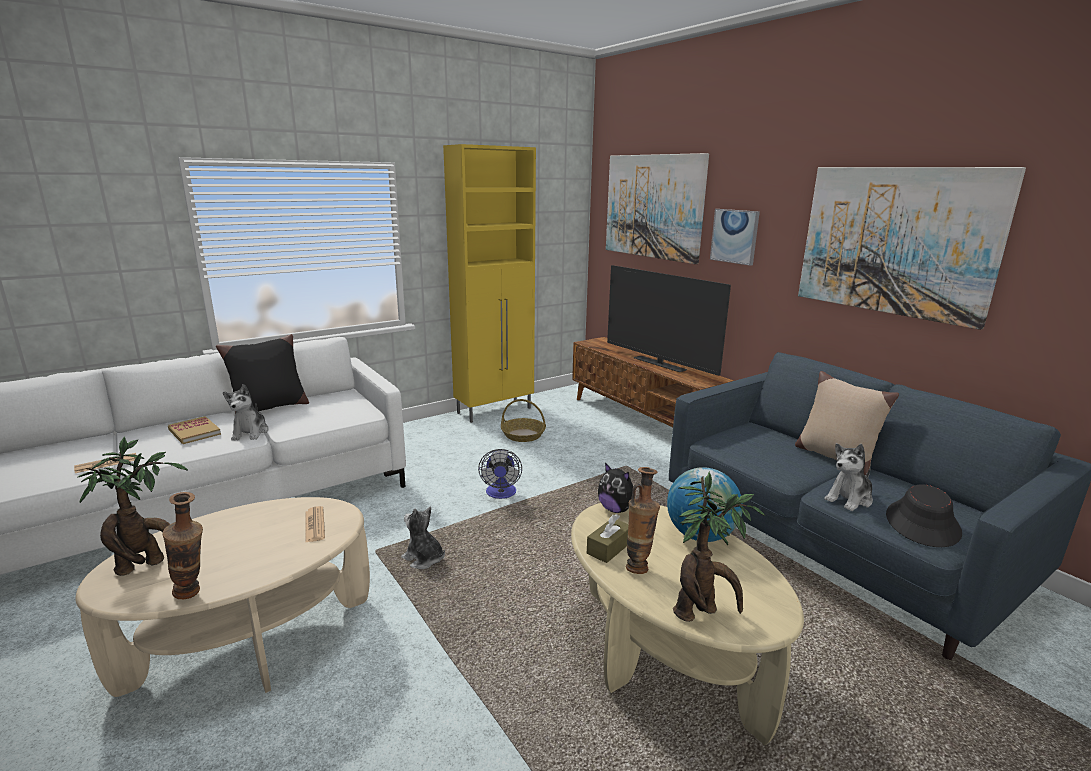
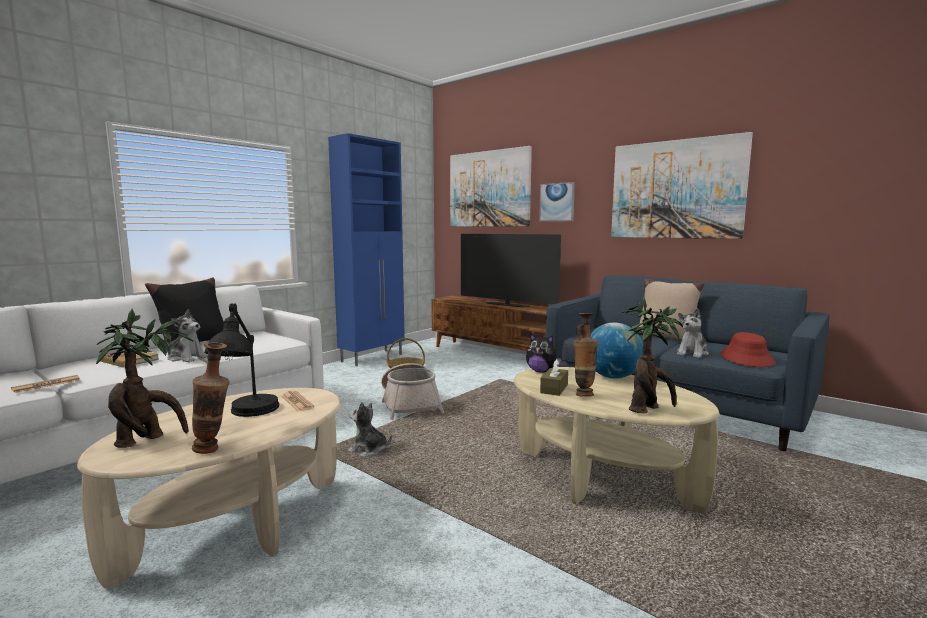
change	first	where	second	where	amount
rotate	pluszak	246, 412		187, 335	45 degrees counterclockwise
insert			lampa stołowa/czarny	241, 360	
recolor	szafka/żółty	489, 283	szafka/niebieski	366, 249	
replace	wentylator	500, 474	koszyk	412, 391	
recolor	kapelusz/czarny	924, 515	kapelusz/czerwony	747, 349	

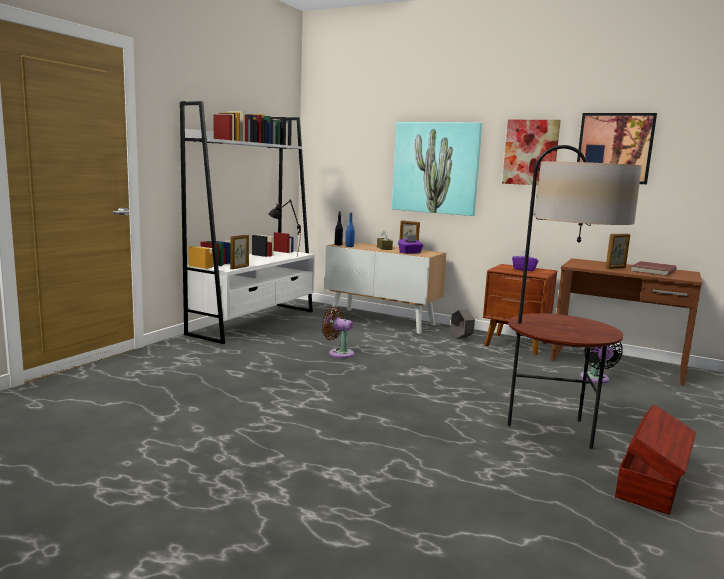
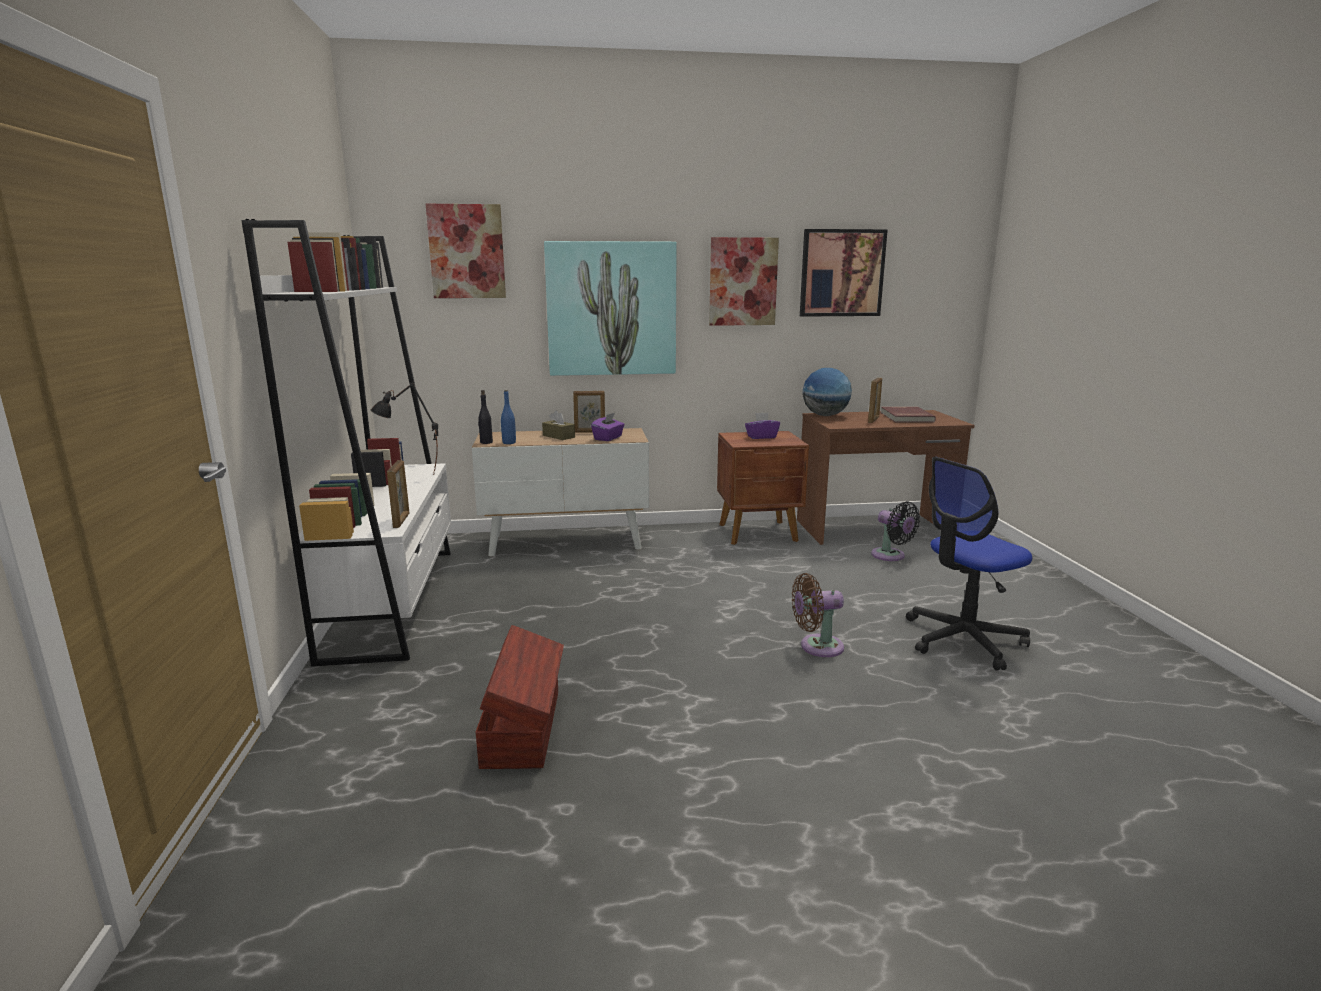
change	first	where	second	where	amount
insert			obraz	466, 251	
move	pojemnik do przechowywania/brązowy	655, 459		520, 697	
move	wentylator/brązowy	338, 332		818, 615	
insert			globus	827, 392	
replace	lampa stojąca	575, 297	krzesło biurowe	969, 564	
delete	donica/szary	462, 324			

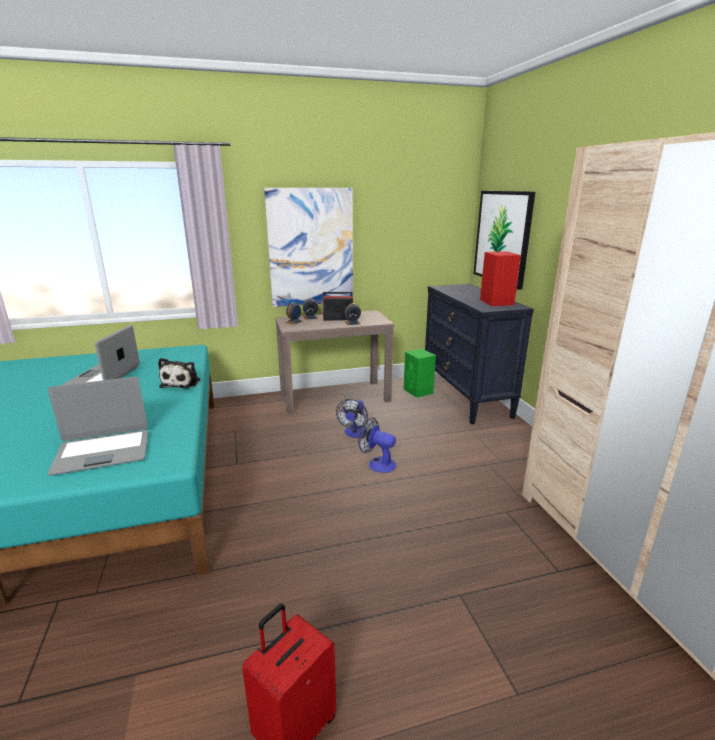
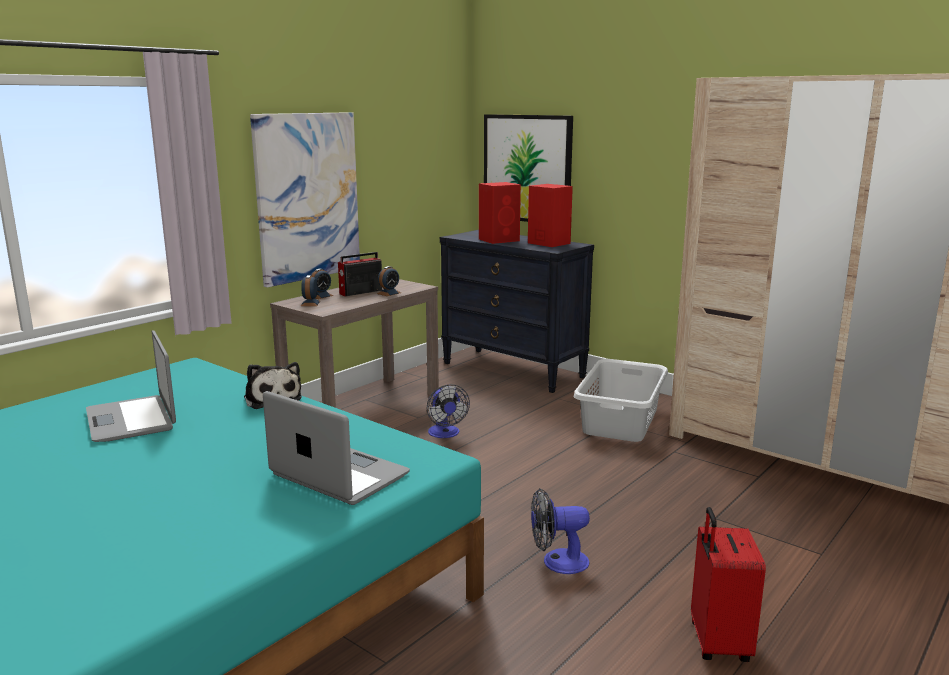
change	first	where	second	where	amount
rotate	laptop	98, 426		336, 448	90 degrees counterclockwise
insert			głośnik/czerwony	500, 213	
move	wentylator	377, 445		560, 531	
insert			kosz na pranie/szary	621, 400	
delete	głośnik/zielony	420, 373			

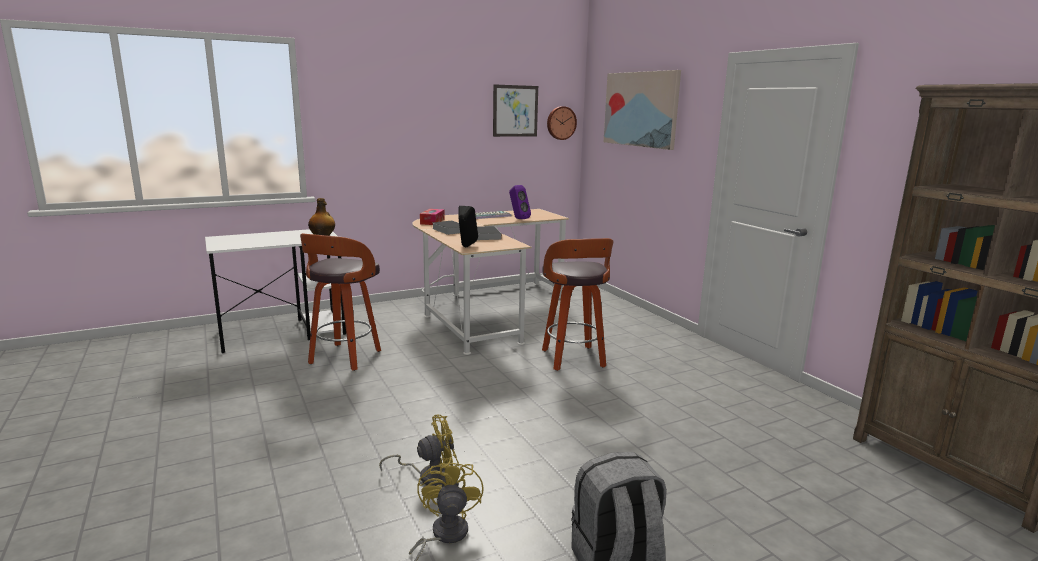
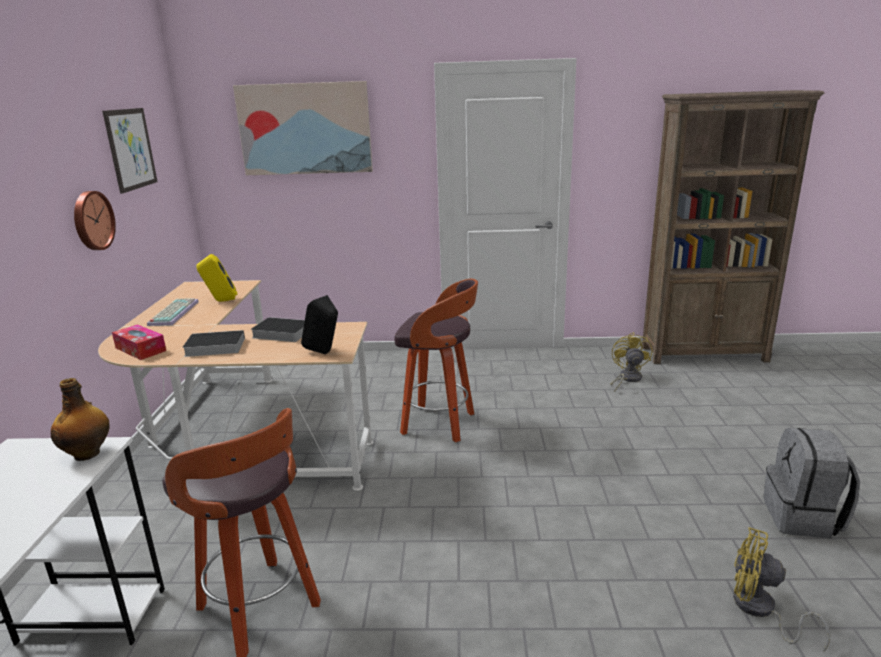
change	first	where	second	where	amount
move	zegar ścienny	562, 123		95, 220	
recolor	głośnik/fioletowy	520, 202	głośnik/żółty	217, 278	
move	wentylator/żółty	419, 450		631, 362	

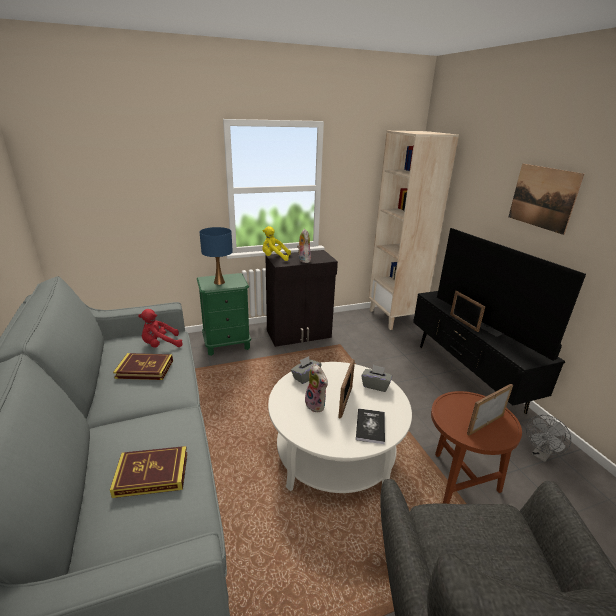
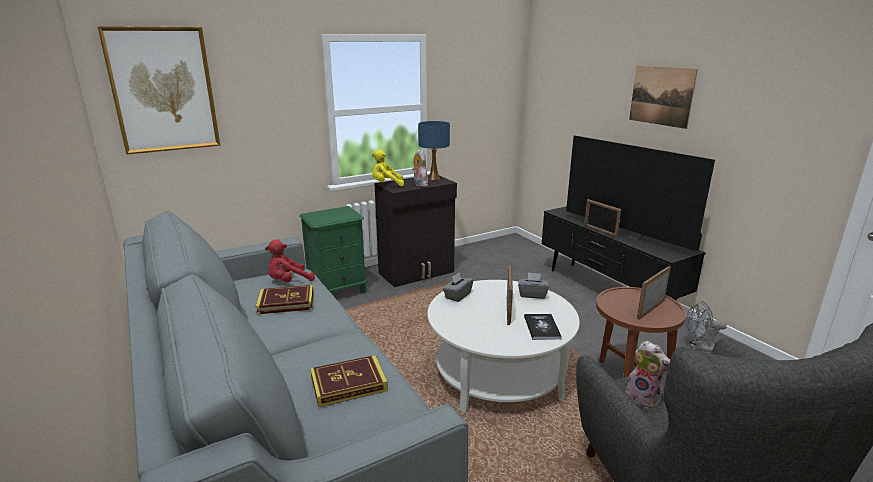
change	first	where	second	where	amount
insert			obraz	158, 90	
move	lampa stołowa/niebieski	216, 256		434, 150	
move	pluszak	316, 388		647, 375	
rotate	wentylator/szary	548, 438		706, 326	60 degrees clockwise
delete	regał/beżowy	413, 230			

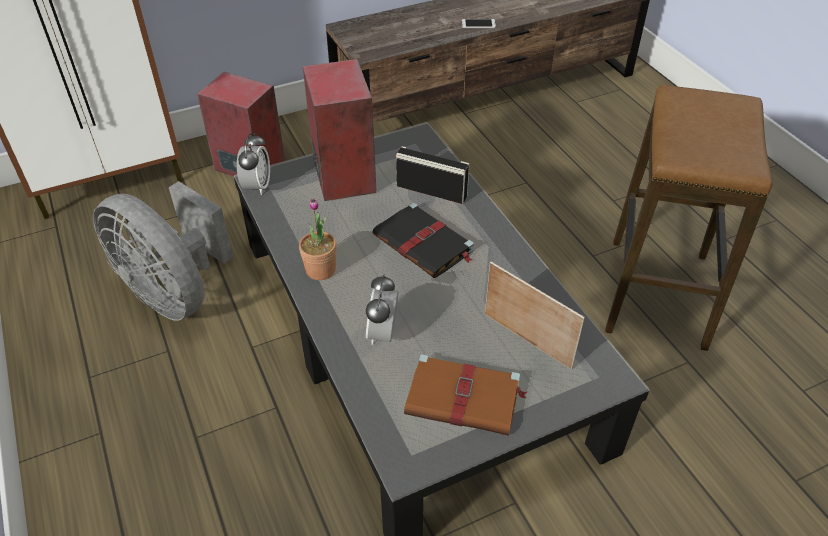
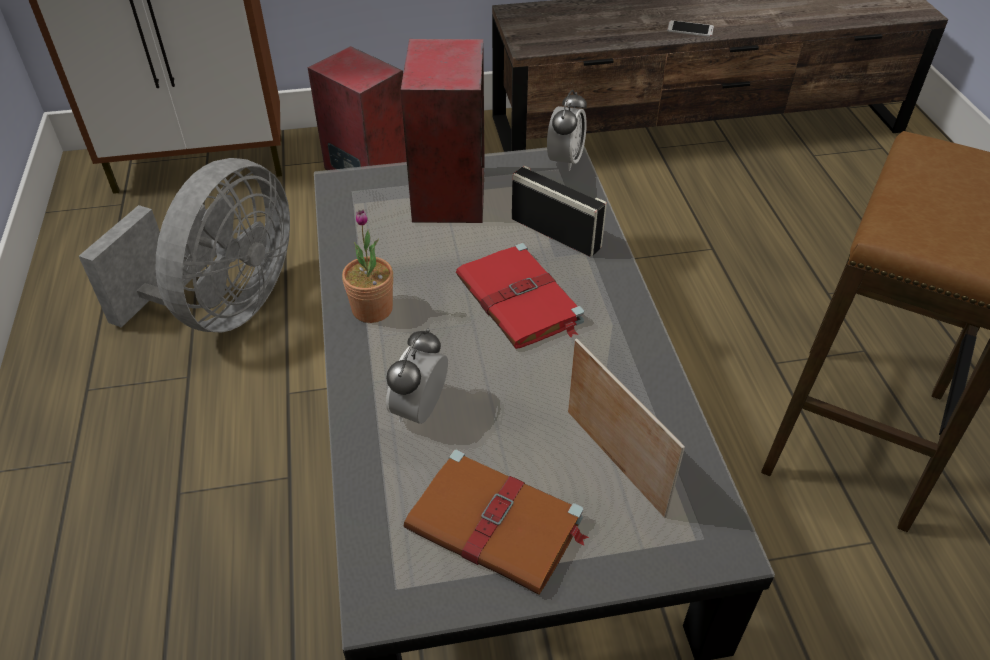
change	first	where	second	where	amount
rotate	wentylator/szary	163, 251		184, 245	120 degrees counterclockwise
recolor	książka/czarny	423, 240	książka/czerwony	520, 296	
move	budzik	253, 164		567, 130	

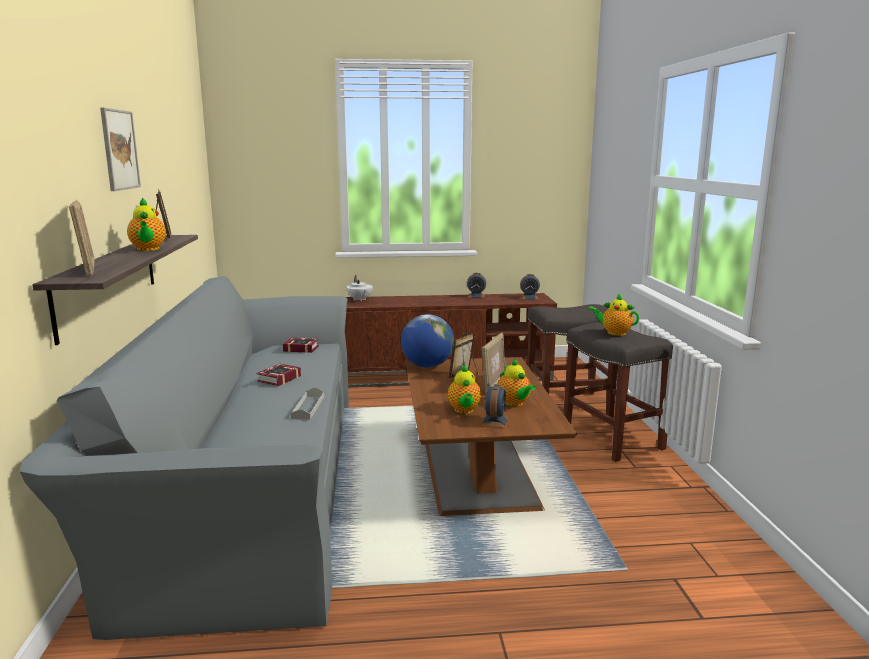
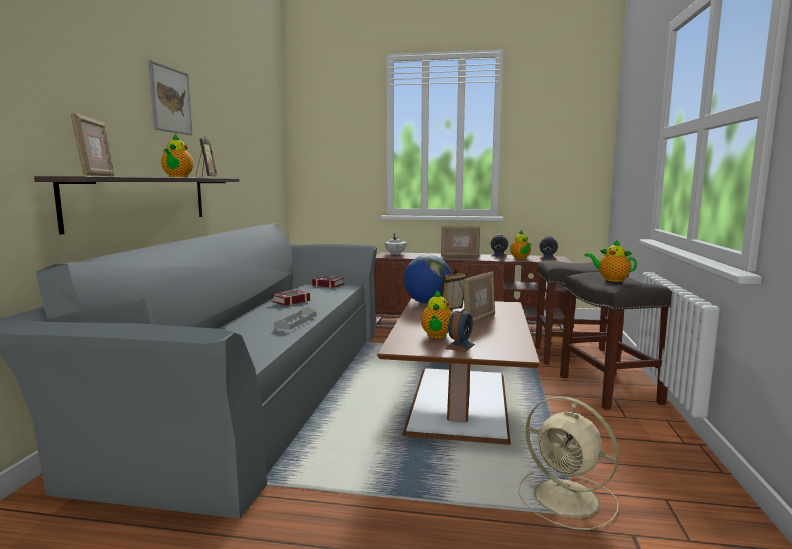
change	first	where	second	where	amount
insert			ramka na zdjęcie	460, 241	
move	imbryk	517, 382		521, 244	
insert			wentylator/beżowy	568, 463	

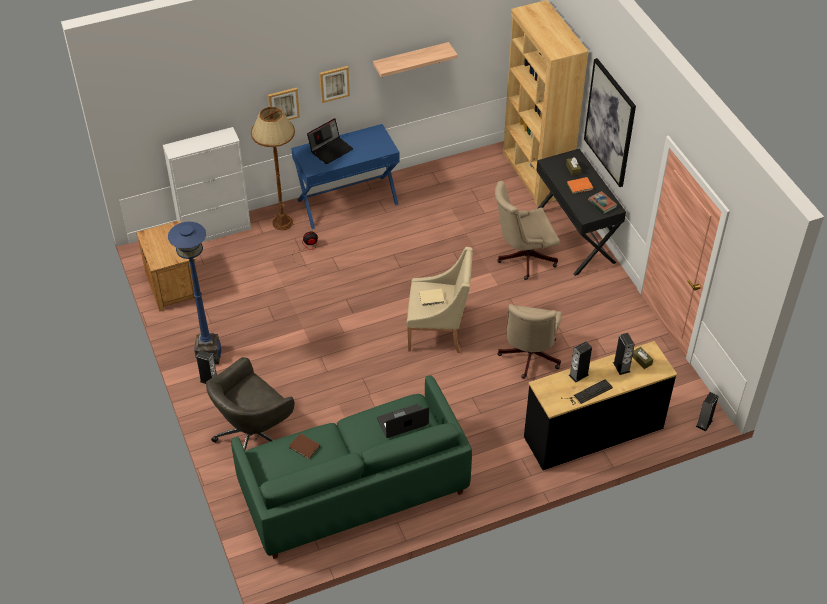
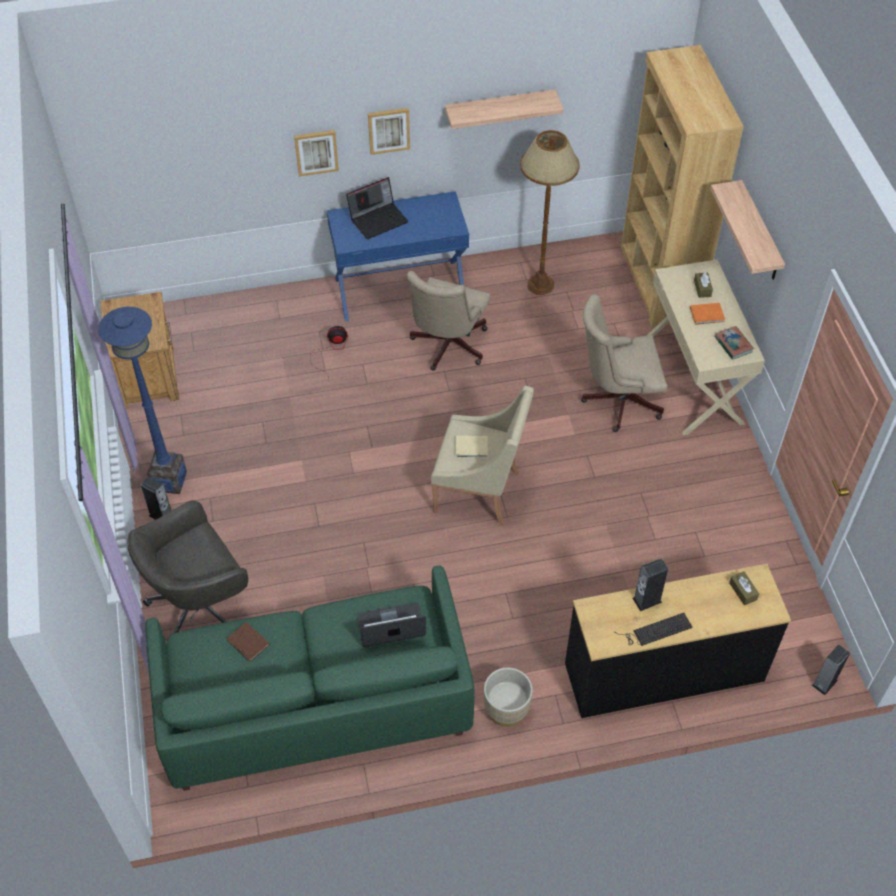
change	first	where	second	where	amount
move	krzesło biurowe/beżowy	529, 341		448, 321	
insert			donica/beżowy	508, 697	
move	lampa stojąca/brązowy	273, 168		550, 212	
recolor	biurko/czarny	581, 212	biurko/beżowy	706, 347	
replace	obraz	610, 122	półka	747, 230	
delete	szafka/biały	207, 185			
delete	głośnik	624, 354			

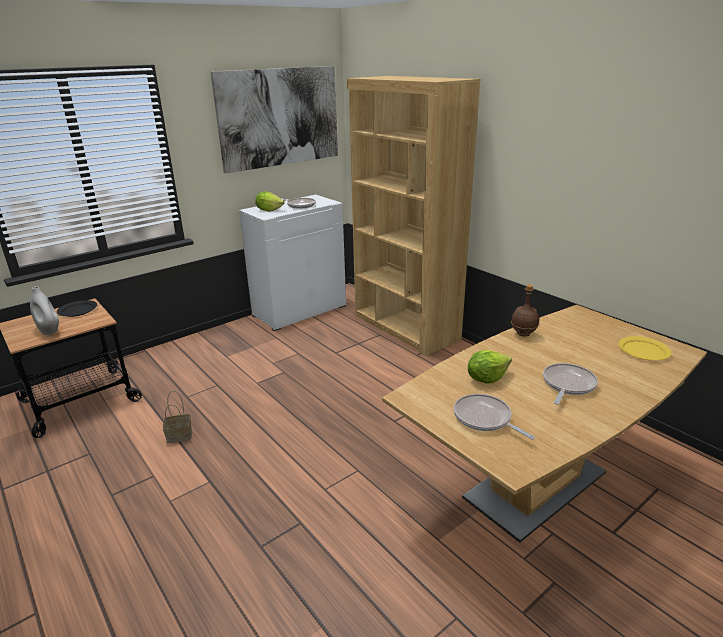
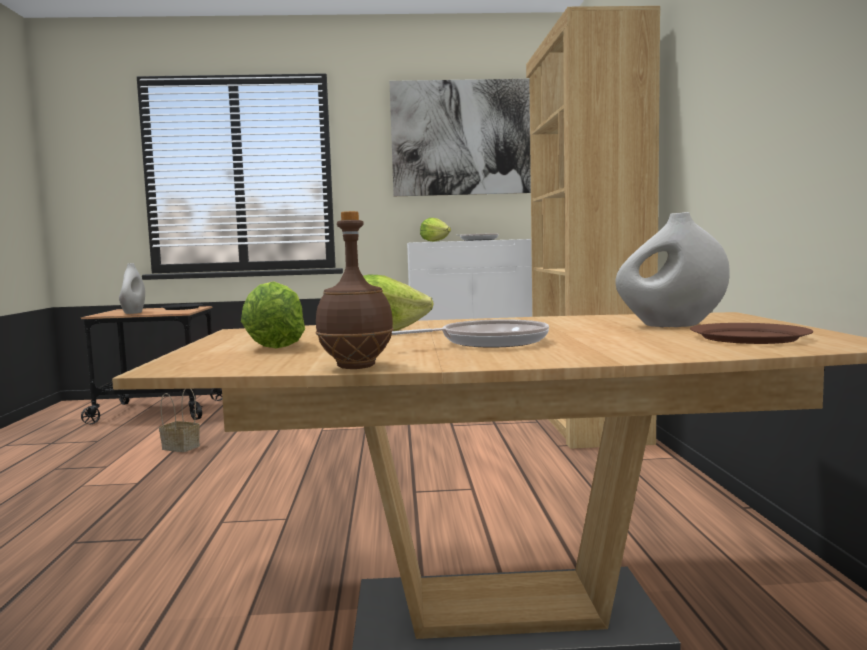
change	first	where	second	where	amount
replace	patelnia	494, 417	sałata	273, 315	
move	butelka/brązowy	525, 311		354, 290	
insert			wazon/biały	672, 269	
recolor	talerz/żółty	645, 348	talerz/brązowy	751, 333	

